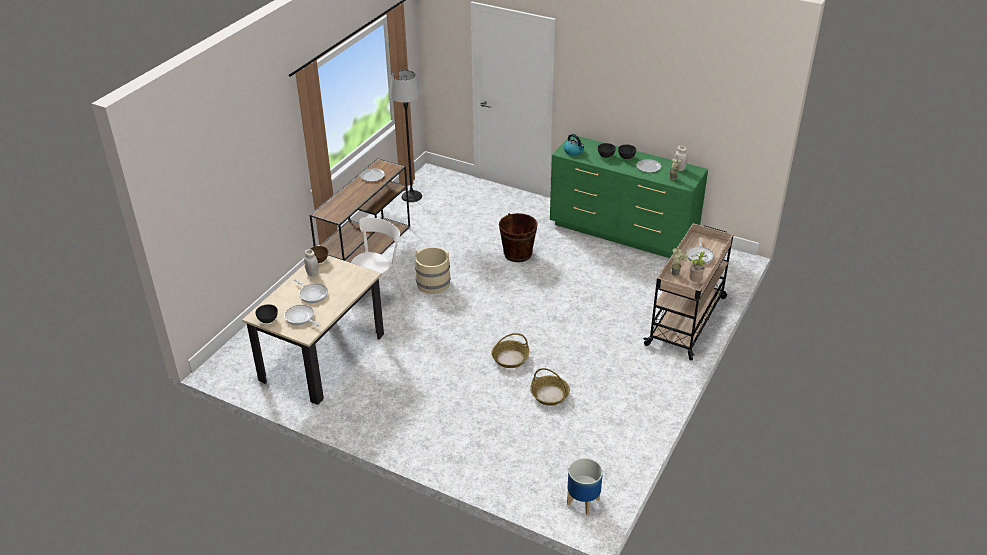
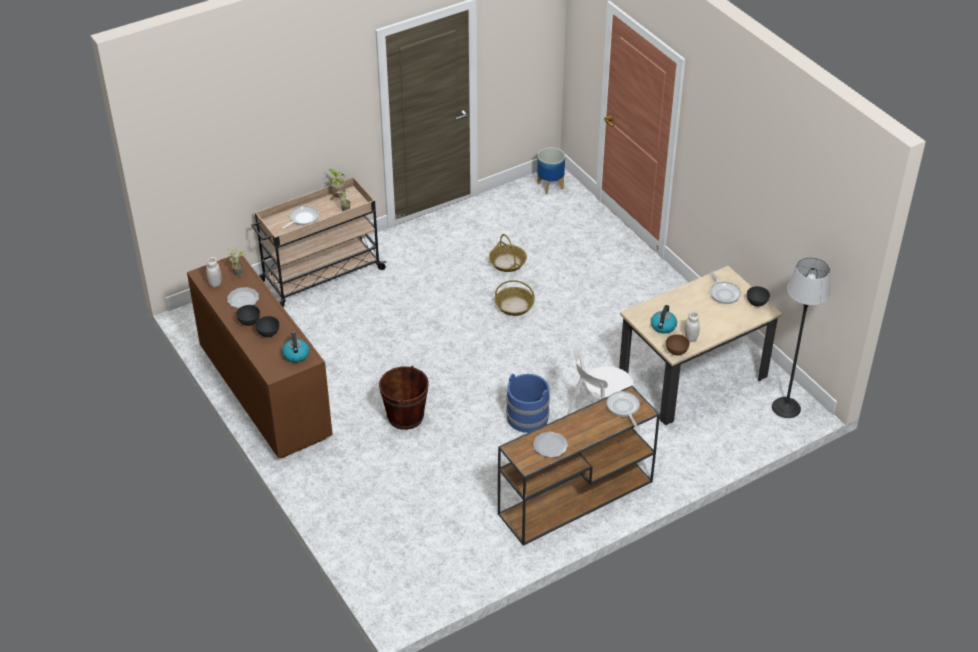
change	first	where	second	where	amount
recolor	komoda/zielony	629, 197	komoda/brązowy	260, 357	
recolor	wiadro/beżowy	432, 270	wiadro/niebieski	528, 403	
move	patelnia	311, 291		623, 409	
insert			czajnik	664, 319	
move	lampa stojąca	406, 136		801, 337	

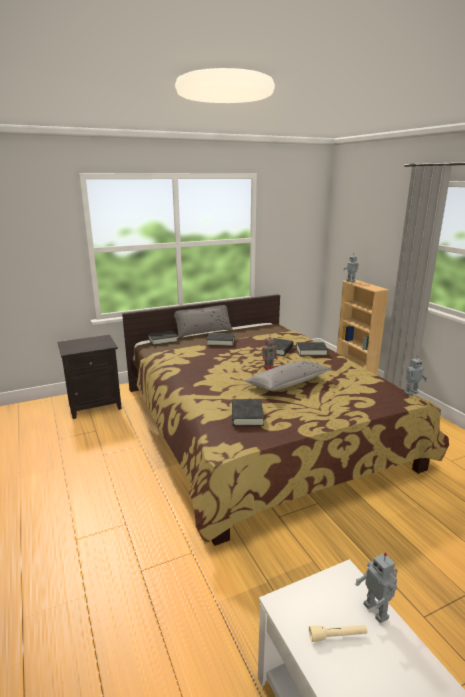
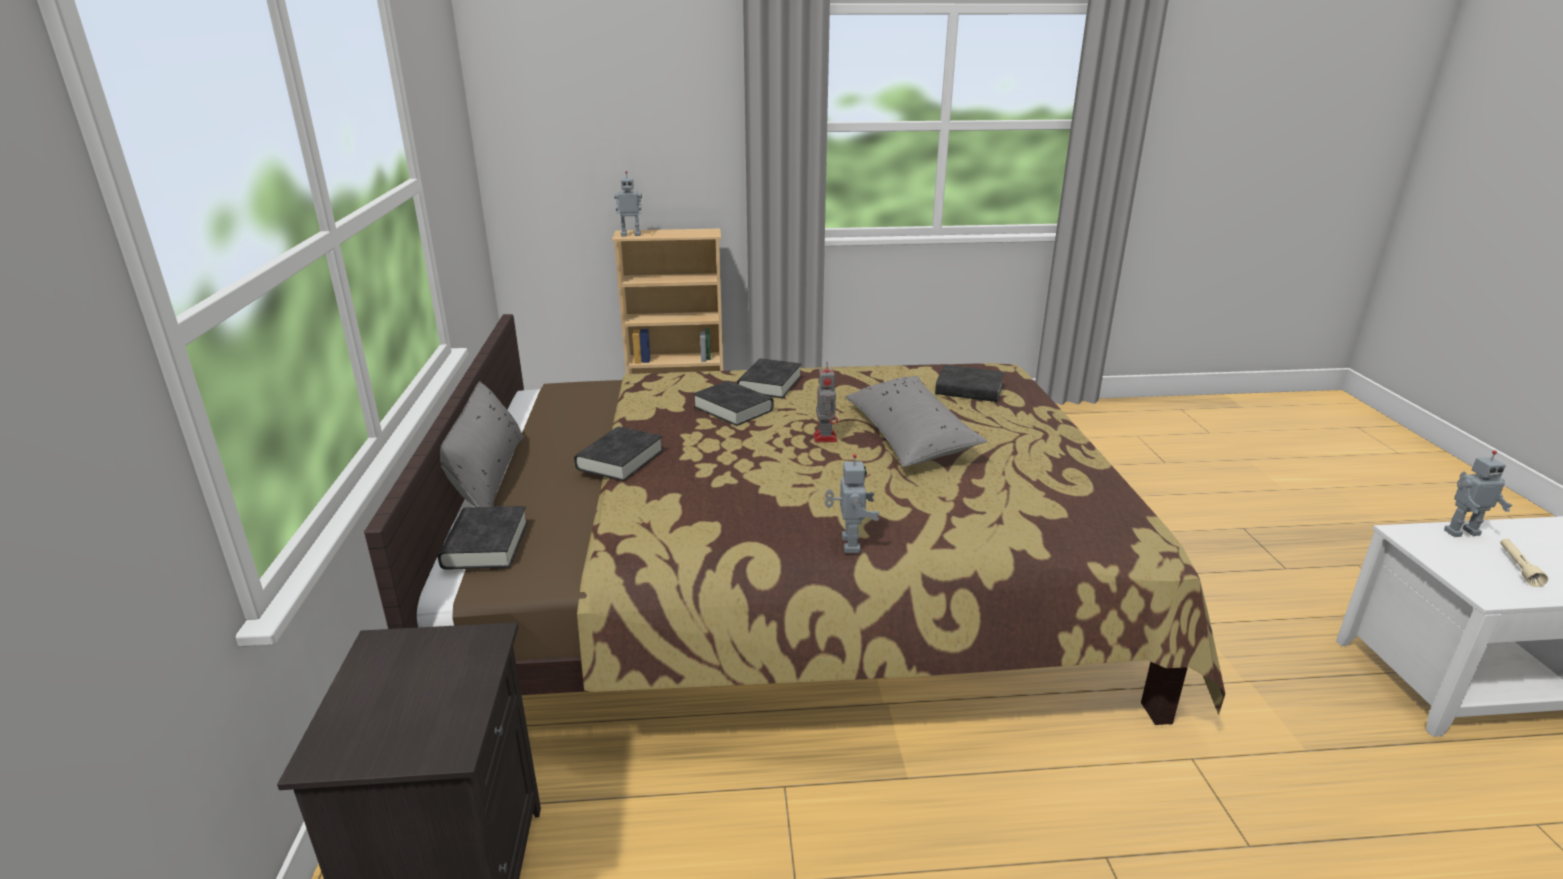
change	first	where	second	where	amount
move	robot zabawkowy	416, 375		851, 503	
move	książka/czarny	248, 412		969, 383	

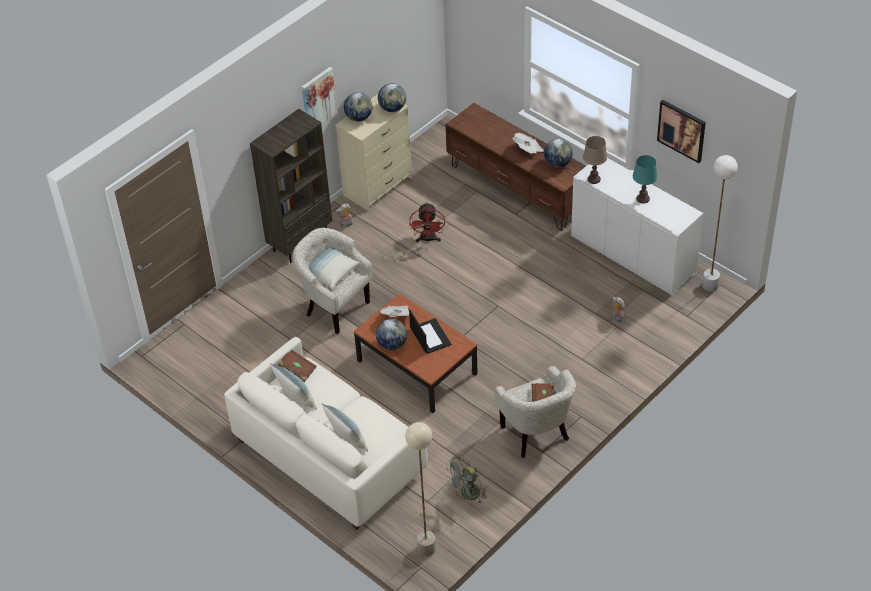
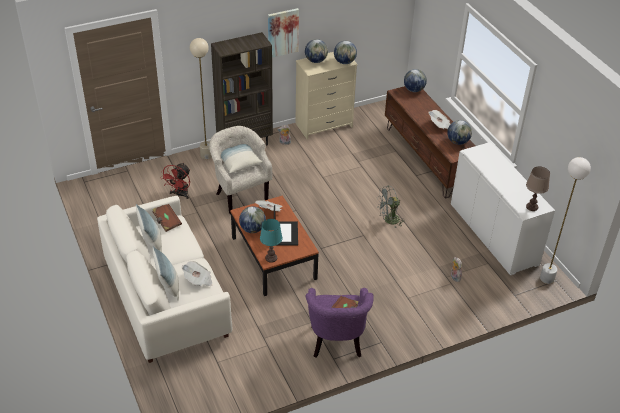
change	first	where	second	where	amount
move	wentylator/czerwony	427, 222		175, 181	
insert			gazeta	197, 274	
move	lampa stojąca/beżowy	420, 489		201, 98	
move	lampa stołowa/turkusowy	645, 179		271, 241	
recolor	fotel/beżowy	535, 412	fotel/fioletowy	339, 323	
move	wentylator/szary	465, 479		390, 207	
insert			globus	415, 80	
move	lampa stołowa/brązowy	595, 160		538, 188	
delete	obraz	681, 131			

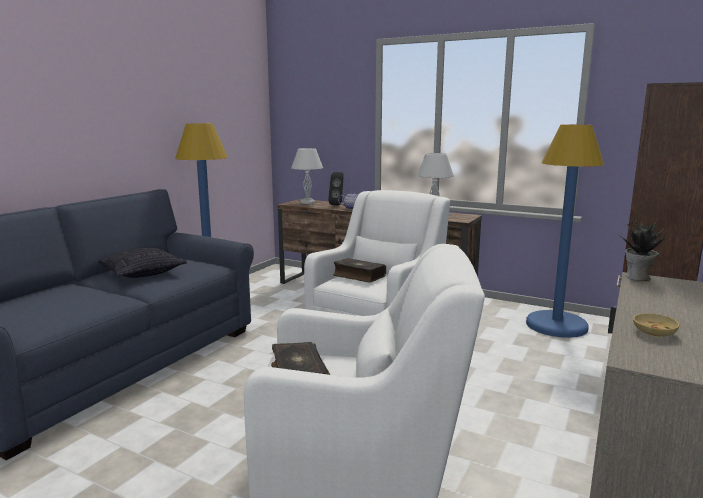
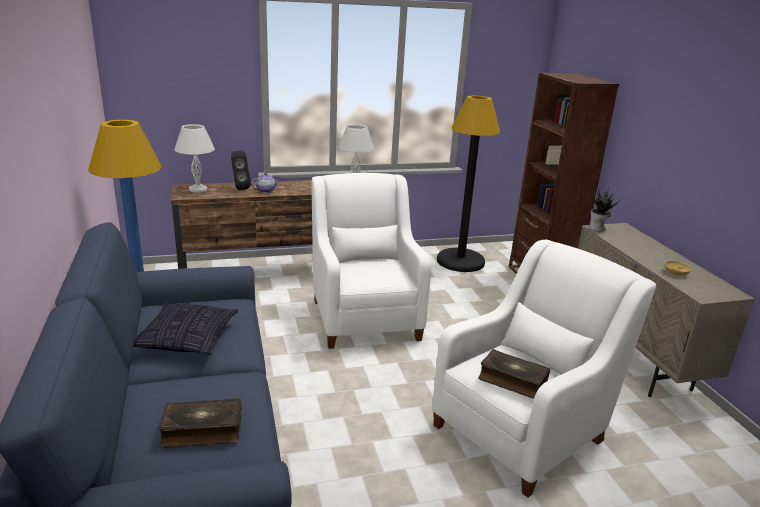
change	first	where	second	where	amount
move	książka	359, 270		200, 423	
recolor	lampa stojąca/niebieski	565, 231	lampa stojąca/czarny	468, 184	

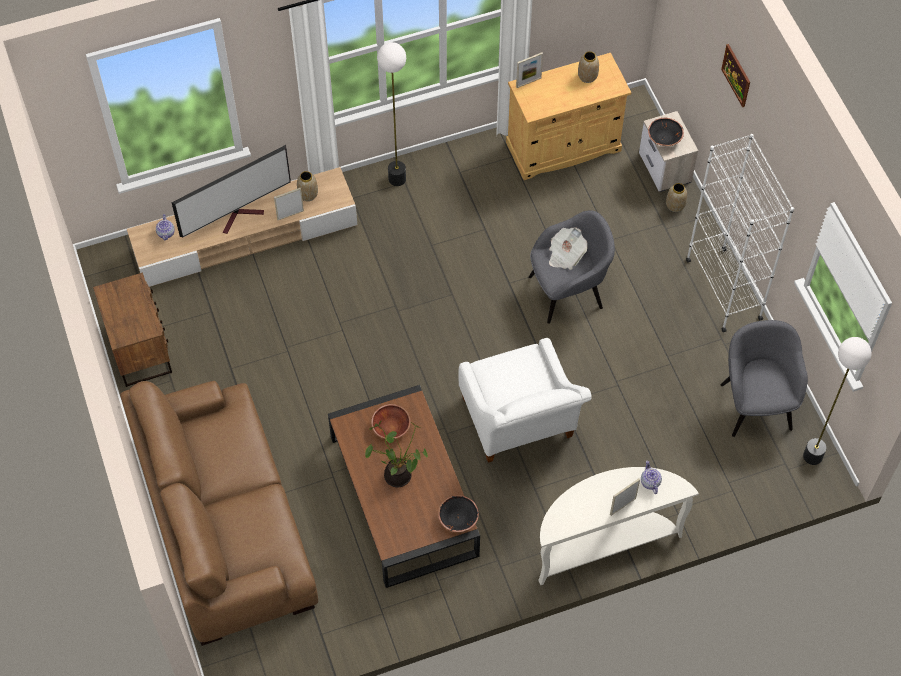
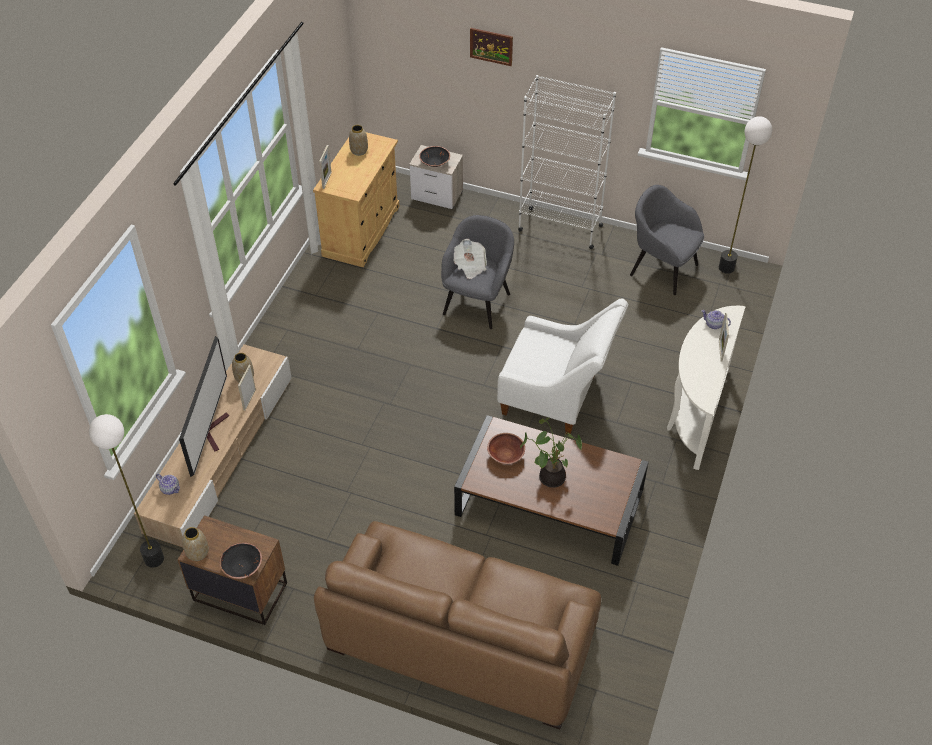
change	first	where	second	where	amount
move	lampa stojąca	391, 114		126, 491	
move	wazon	676, 197		195, 544	
move	miska/czarny	458, 513		240, 561	

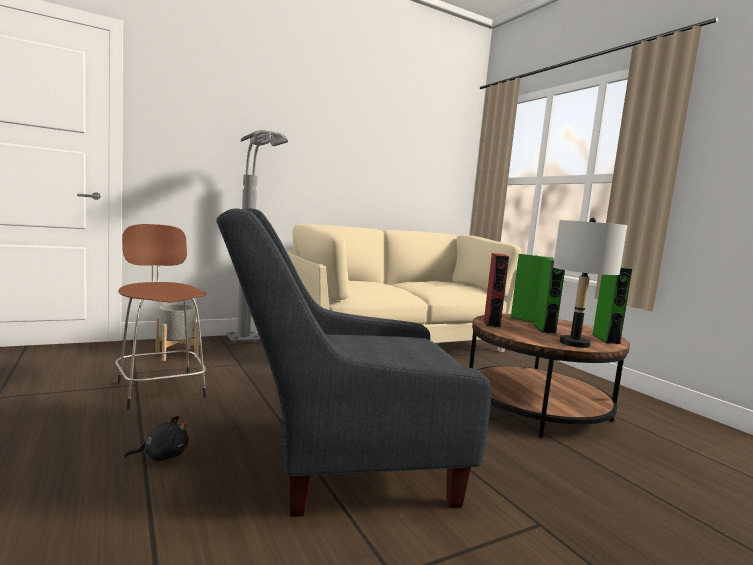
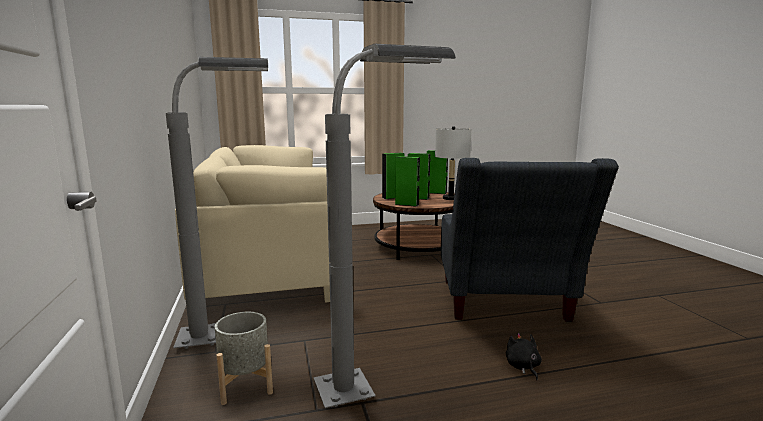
change	first	where	second	where	amount
replace	stołek/brązowy	161, 316	lampa stojąca/szary	384, 226	
recolor	głośnik/czerwony	496, 290	głośnik/zielony	407, 181	

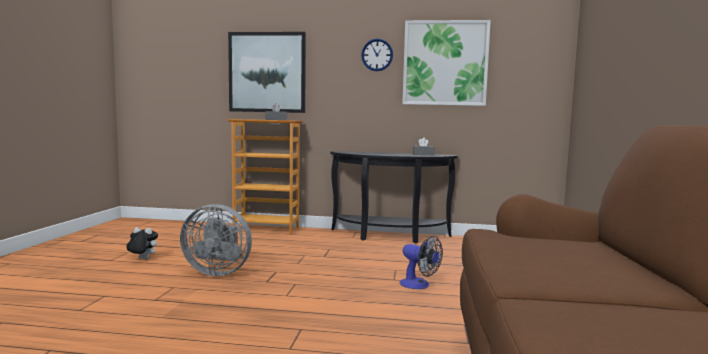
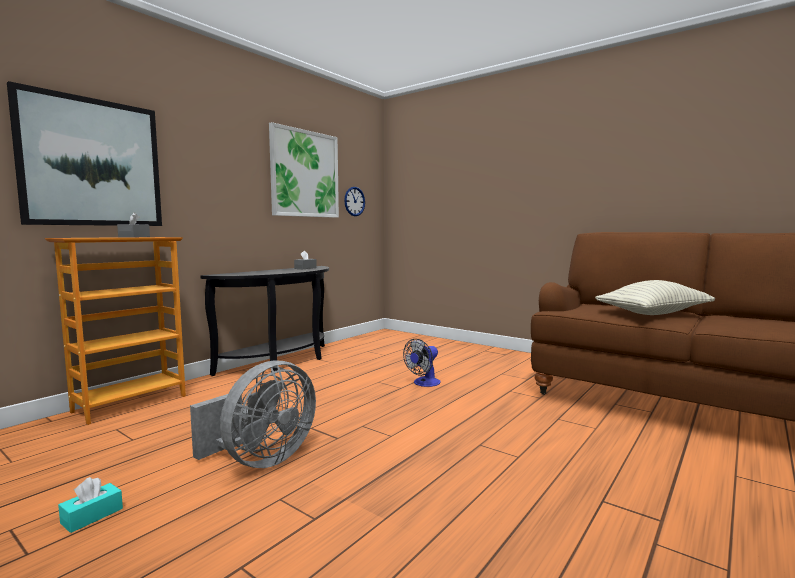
change	first	where	second	where	amount
replace	pluszak	142, 243	pudełko chusteczek/turkusowy	90, 505	
move	zegar ścienny	377, 55		354, 201	
rotate	wentylator	421, 262		422, 363	150 degrees clockwise
insert			poduszka	655, 297	

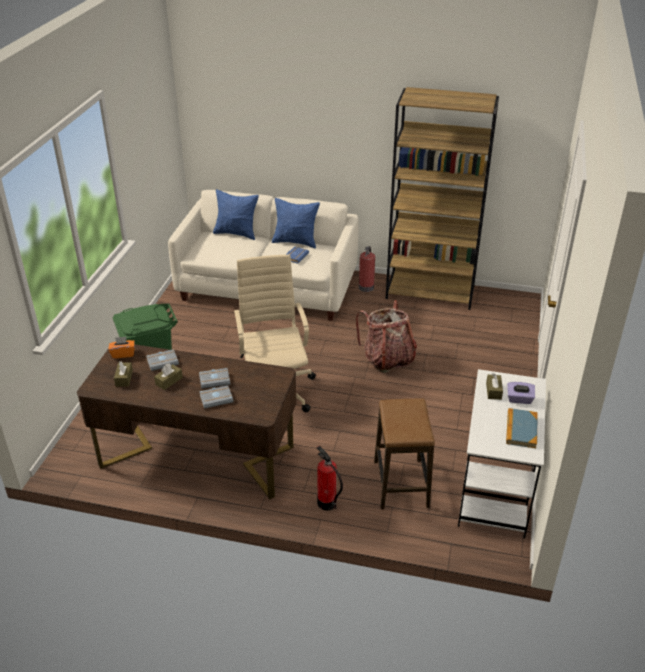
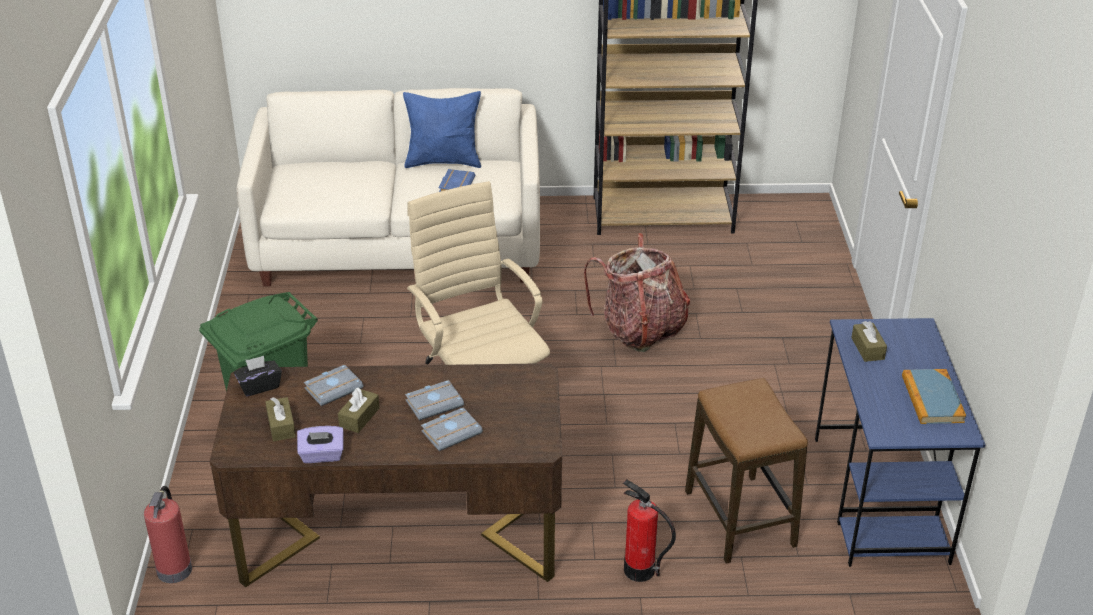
change	first	where	second	where	amount
move	gaśnica	367, 269		168, 534	
recolor	pudełko chusteczek/pomarańczowy	121, 348	pudełko chusteczek/czarny	258, 376	
move	pudełko chusteczek/fioletowy	521, 393		320, 444	
recolor	biurko/biały	502, 454	biurko/niebieski	900, 442	
delete	poduszka/niebieski	236, 214			

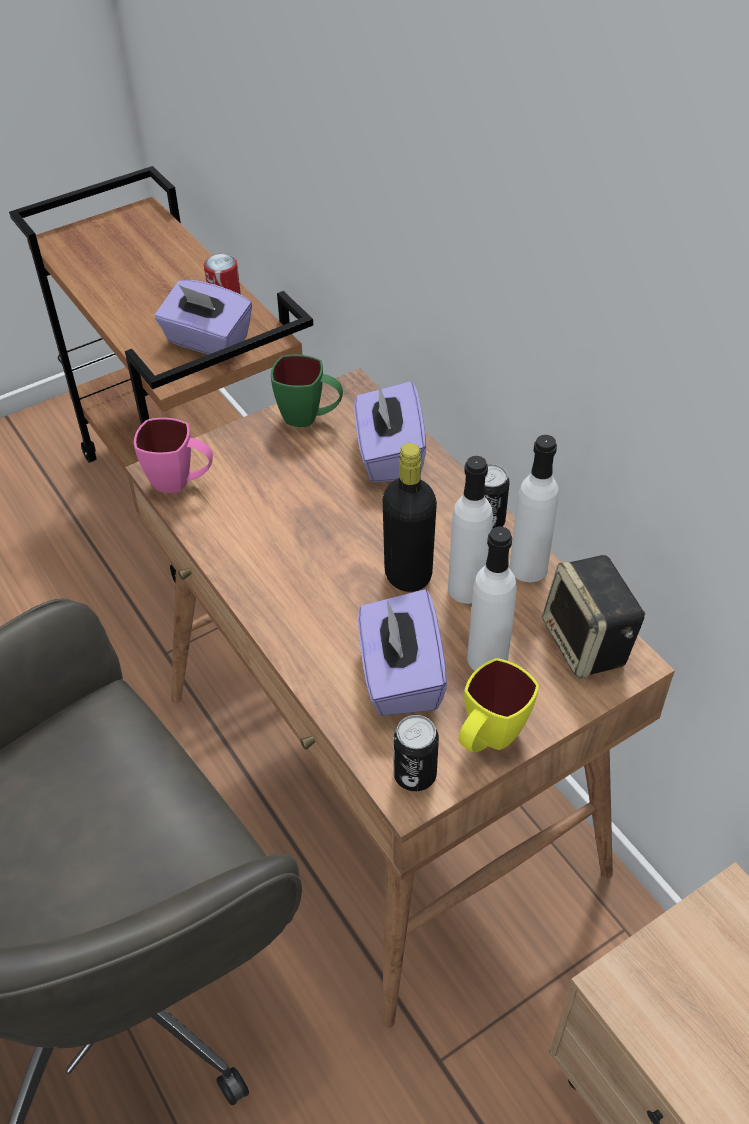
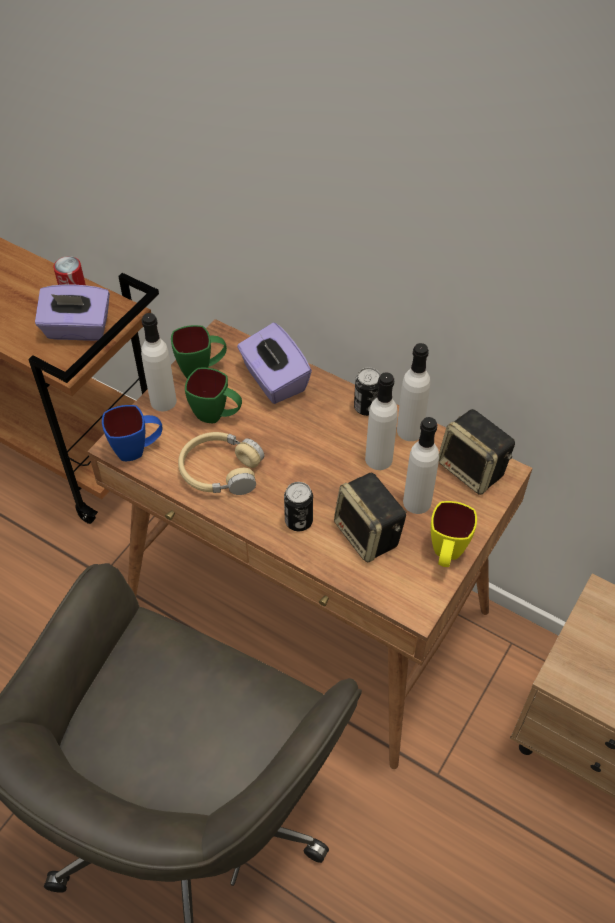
change	first	where	second	where	amount
recolor	kubek/różowy	173, 455	kubek/niebieski	132, 433	
insert			butelka/biały	159, 362	
insert			słuchawki/beżowy	221, 463	
insert			kubek/zielony	213, 395	
move	puszka	416, 753		298, 506	
replace	pudełko chusteczek/fioletowy	402, 652	głośnik	370, 517	
delete	butelka/czarny	410, 517			

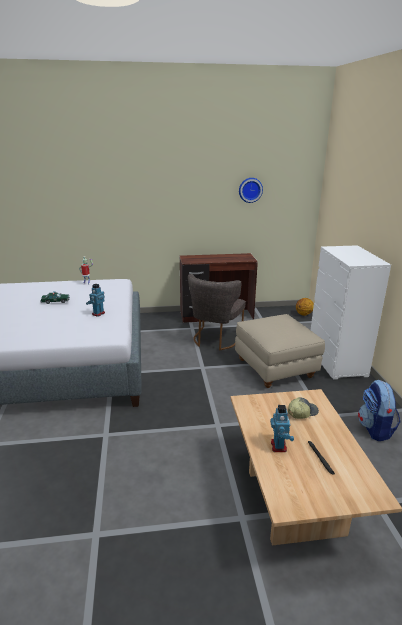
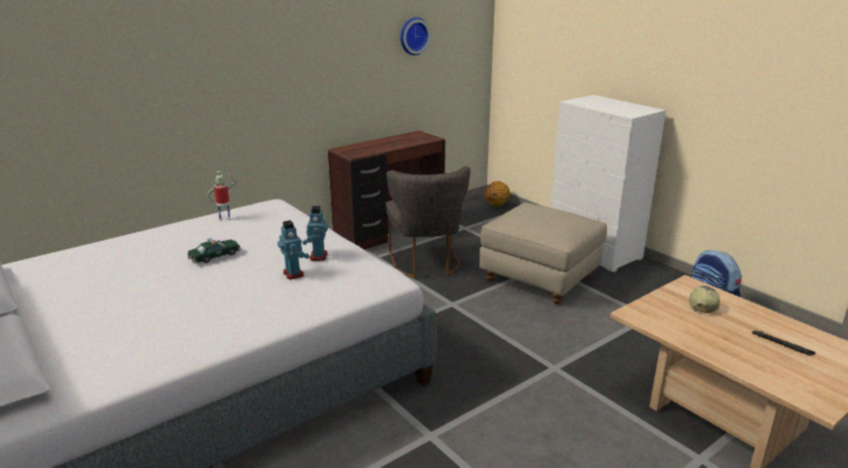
change	first	where	second	where	amount
move	robot zabawkowy	282, 428		294, 250	

